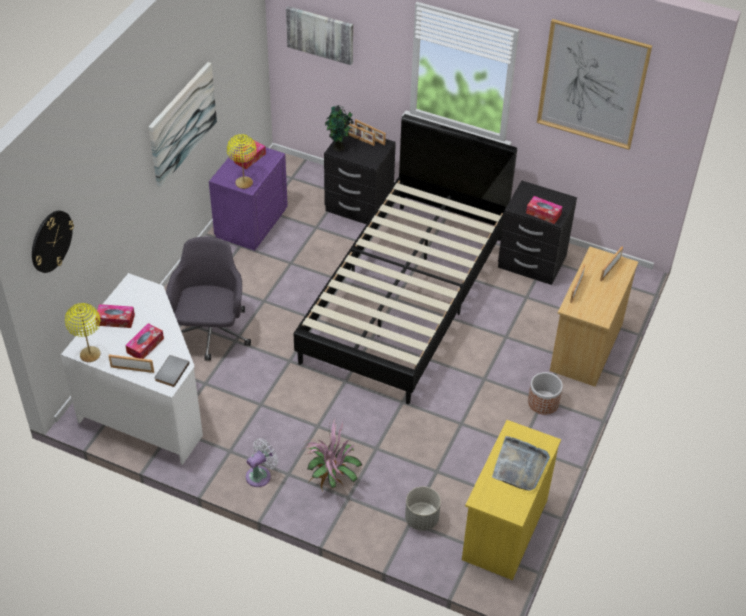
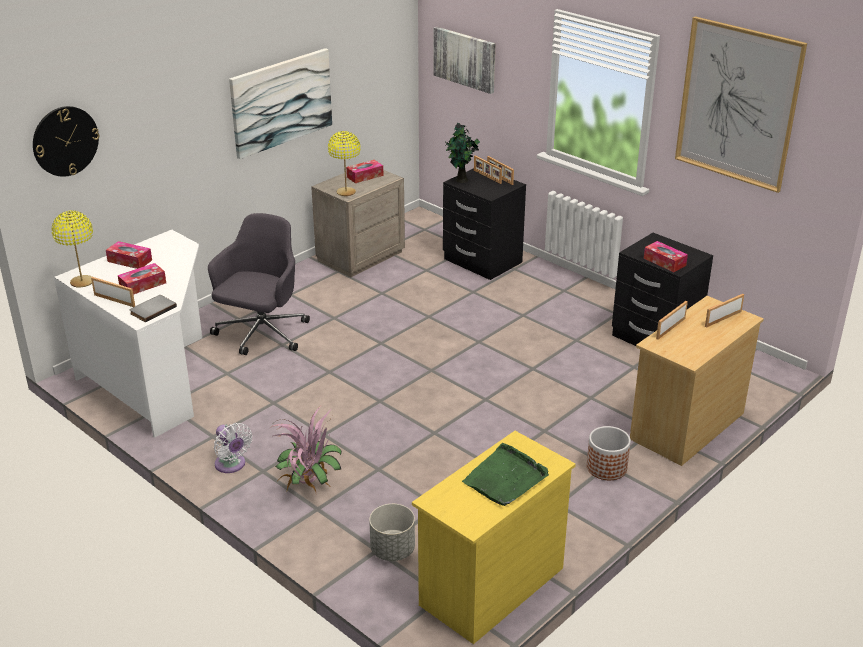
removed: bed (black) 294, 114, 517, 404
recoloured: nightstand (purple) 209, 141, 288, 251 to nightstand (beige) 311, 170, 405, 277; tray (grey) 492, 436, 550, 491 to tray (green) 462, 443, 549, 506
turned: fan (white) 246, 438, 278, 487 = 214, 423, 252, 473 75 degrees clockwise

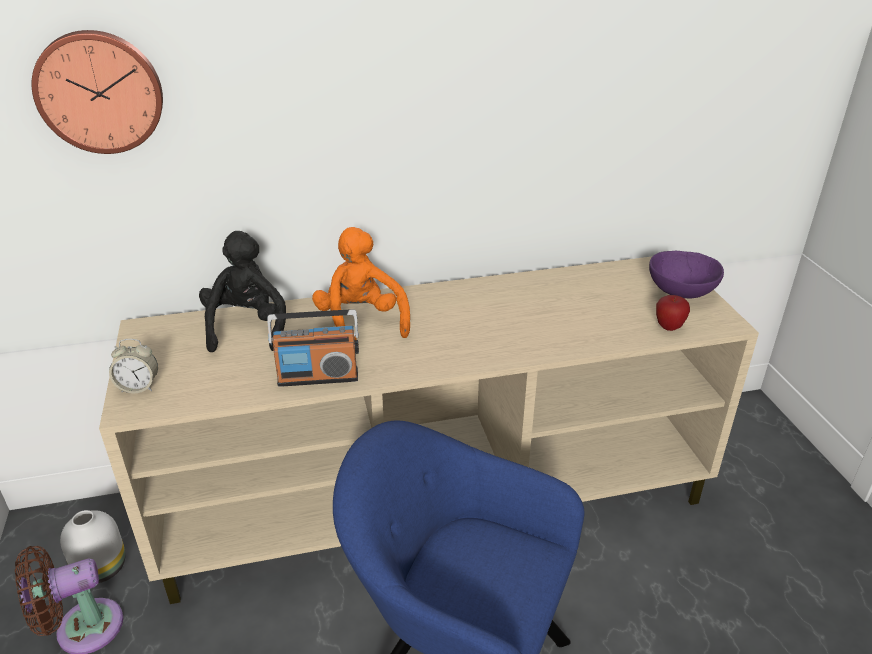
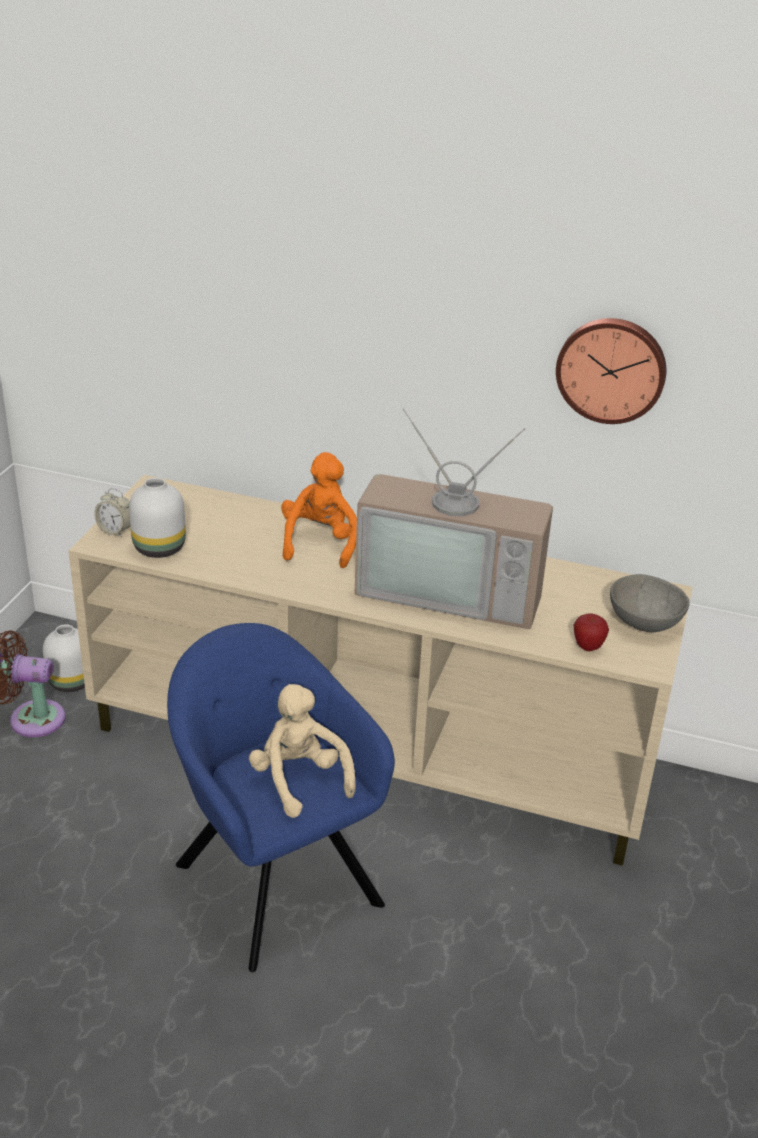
removed: plush toy (black) 199, 231, 286, 352; radio 267, 309, 359, 387
added: vase (white) 129, 478, 186, 558; plush toy (beige) 249, 684, 356, 818; television 354, 408, 553, 629
moved: wall clock 31, 30, 163, 154 to 556, 318, 666, 424
recoloured: bowl (purple) 649, 251, 724, 298 to bowl (grey) 610, 574, 690, 632

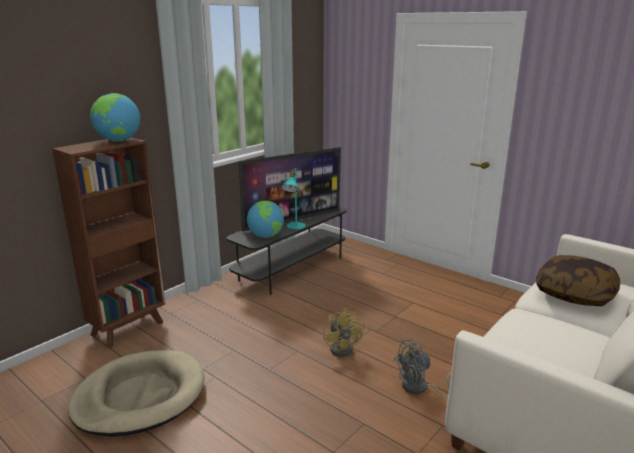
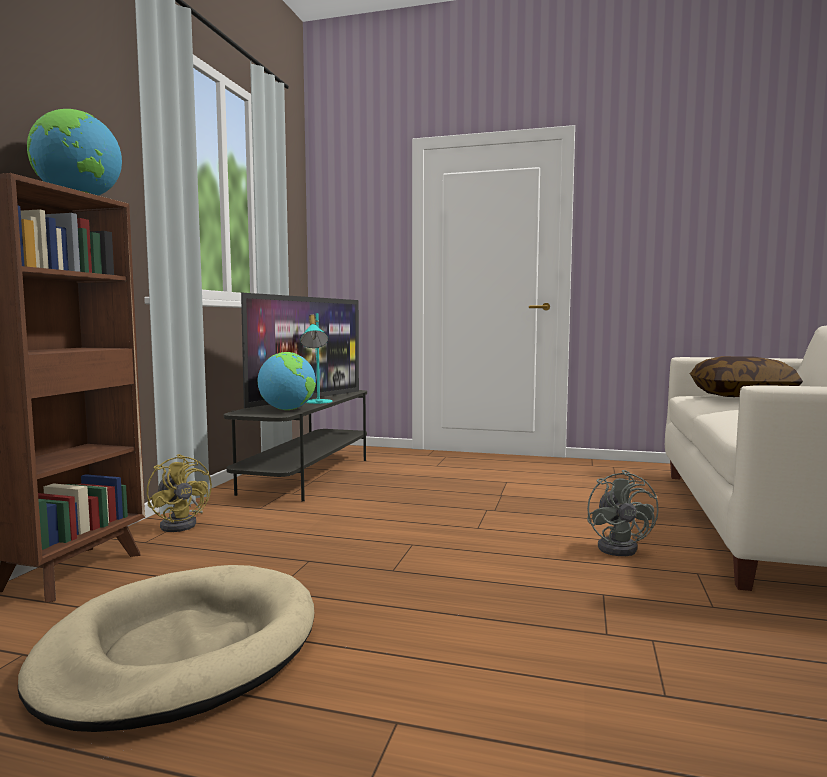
moved: fan (yellow) 324, 308, 364, 357 to 147, 454, 212, 532
turned: fan (grey) 393, 339, 451, 398 = 587, 470, 659, 556 45 degrees counterclockwise

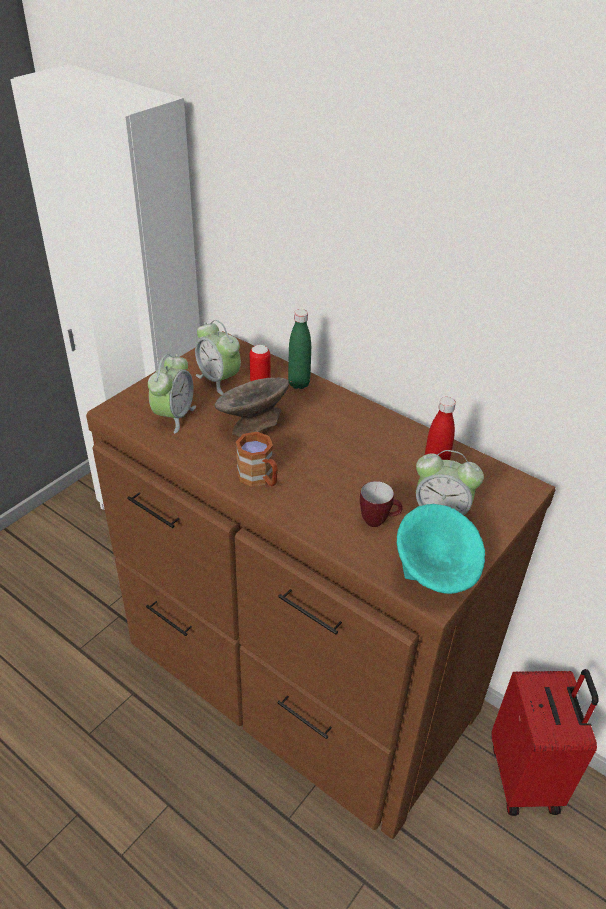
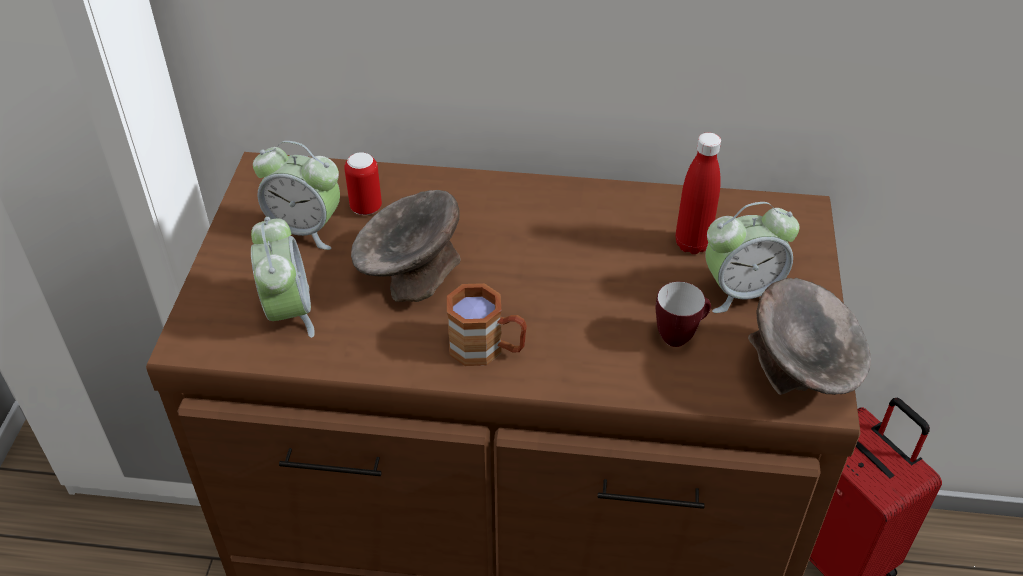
removed: bottle (green) 288, 309, 311, 389
recoloured: bowl (turquoise) 397, 504, 485, 594 to bowl (grey) 748, 278, 871, 395

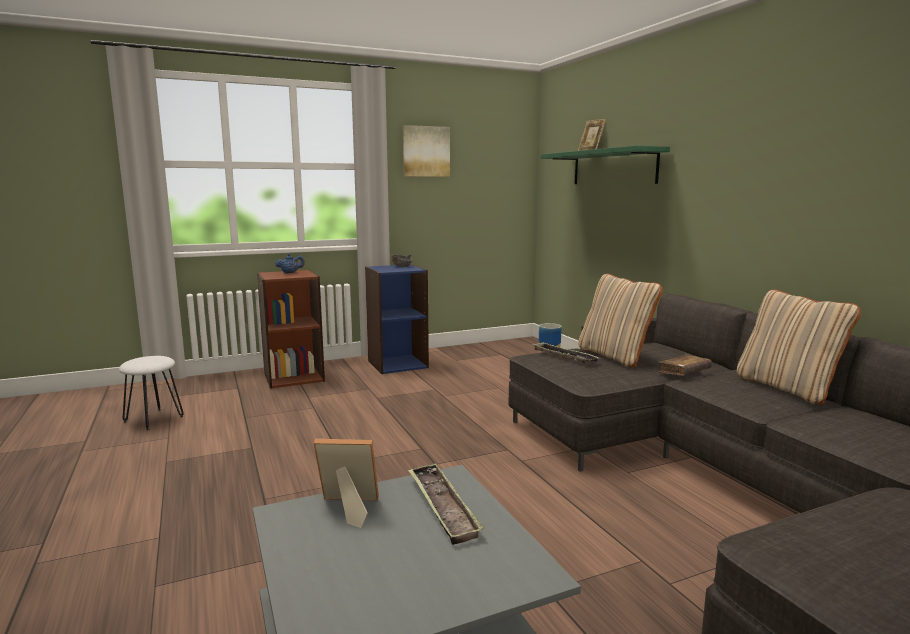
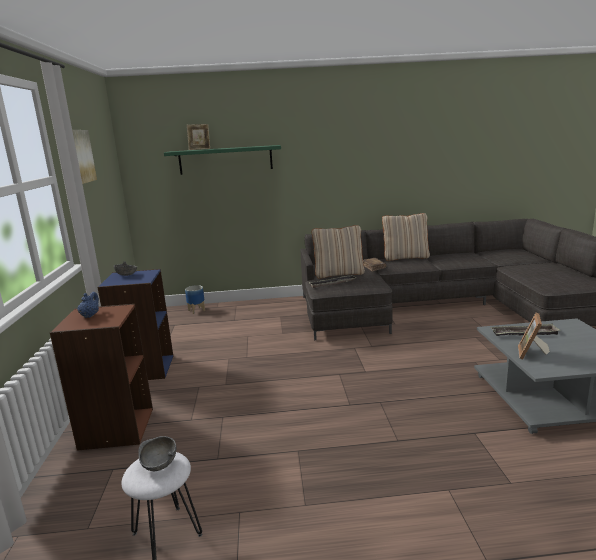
added: bowl (grey) 138, 436, 176, 471

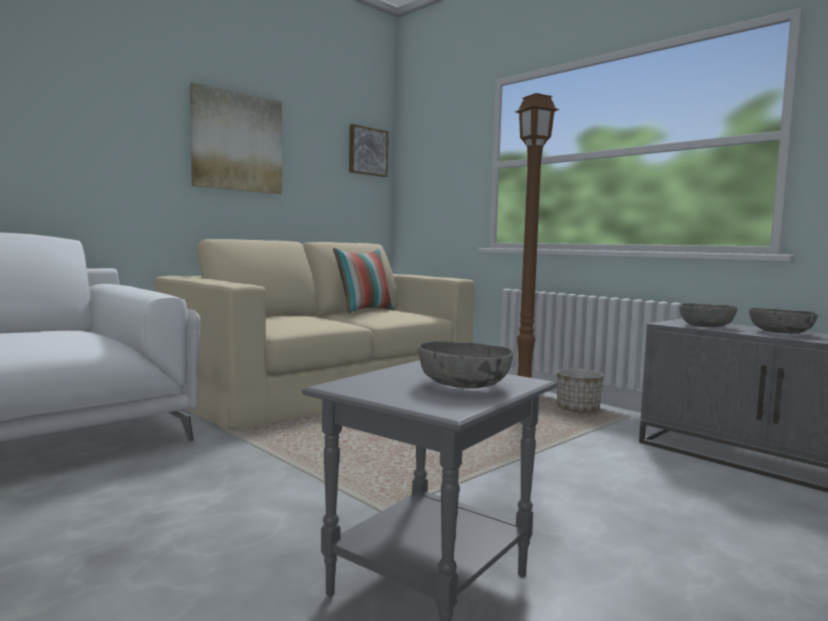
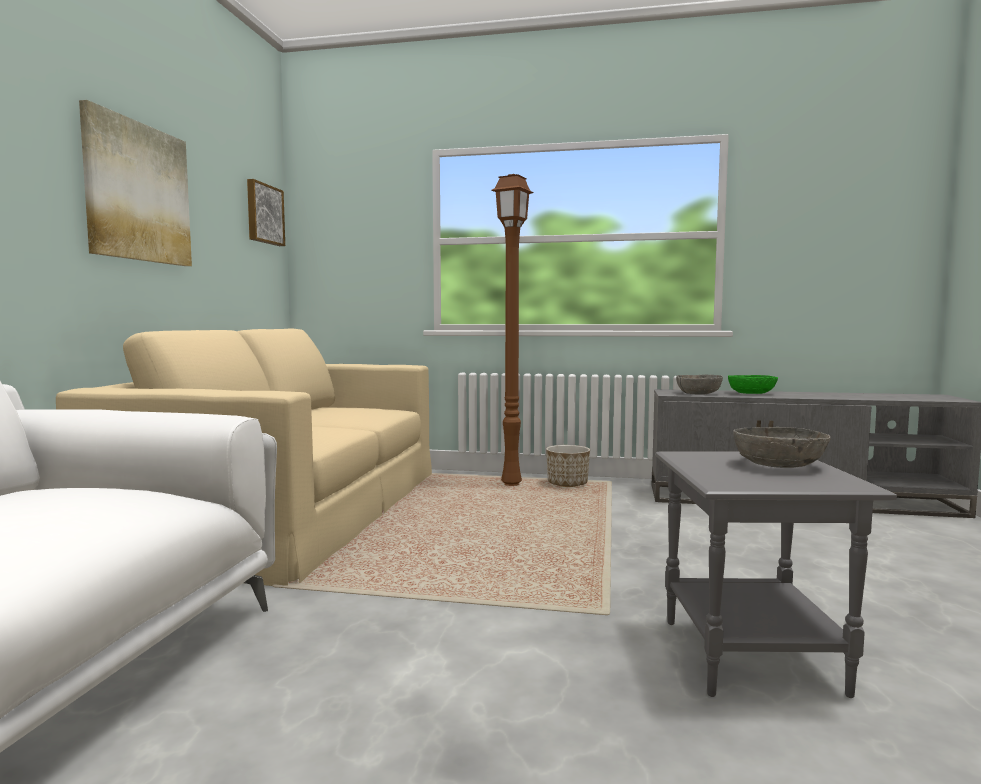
removed: pillow 333, 248, 394, 313
recoloured: bowl (grey) 749, 308, 818, 334 to bowl (green) 728, 375, 778, 394

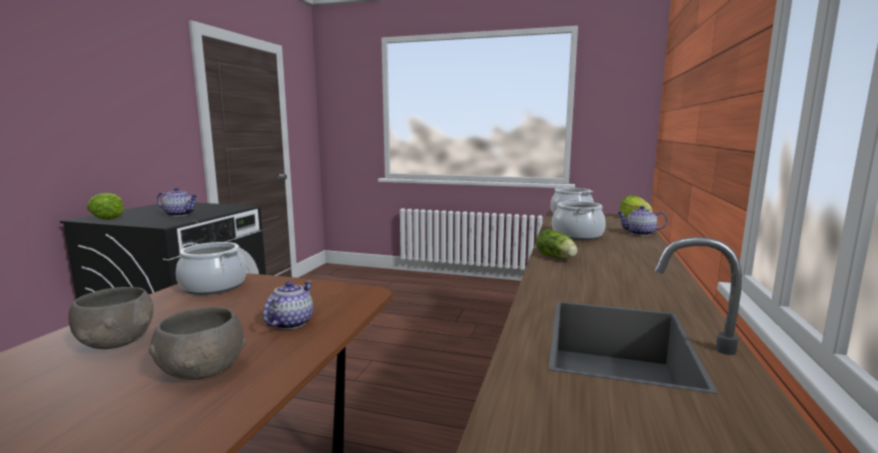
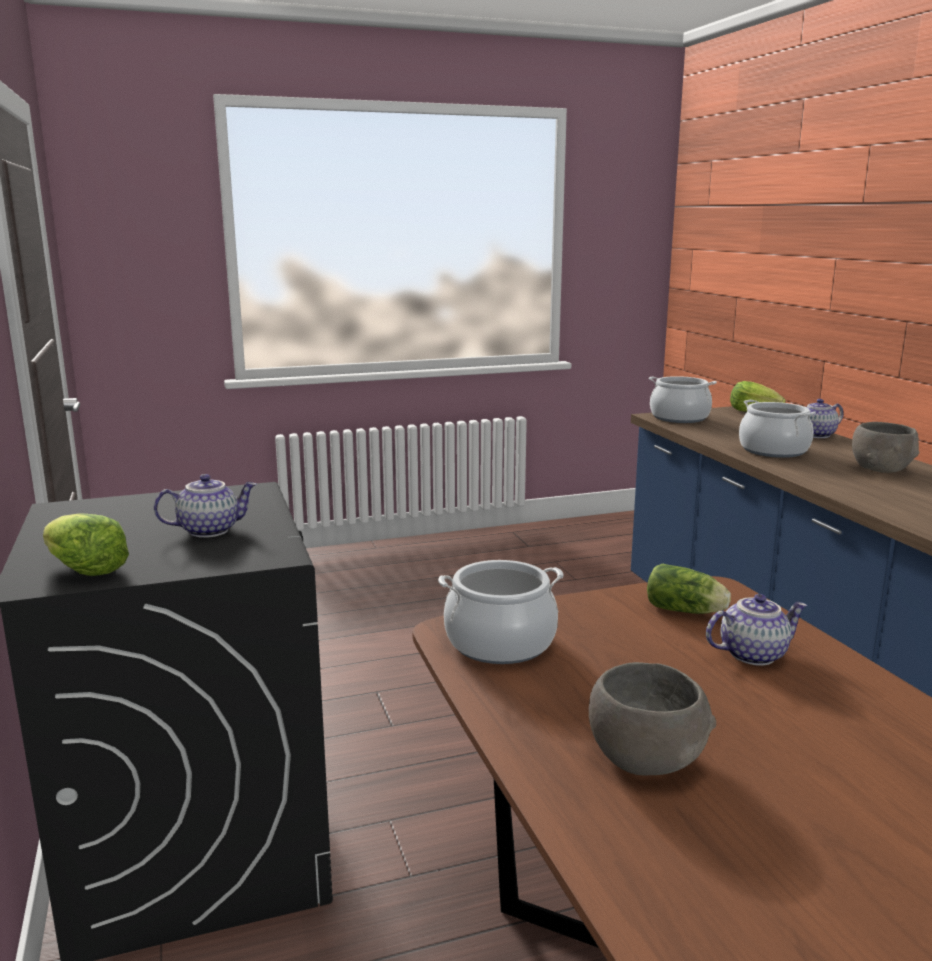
moved: bowl (grey) 149, 307, 246, 380 to 852, 422, 919, 473; lettuce 536, 229, 577, 259 to 647, 564, 731, 614
turned: teapot 263, 281, 313, 329 = 706, 594, 808, 666 90 degrees clockwise

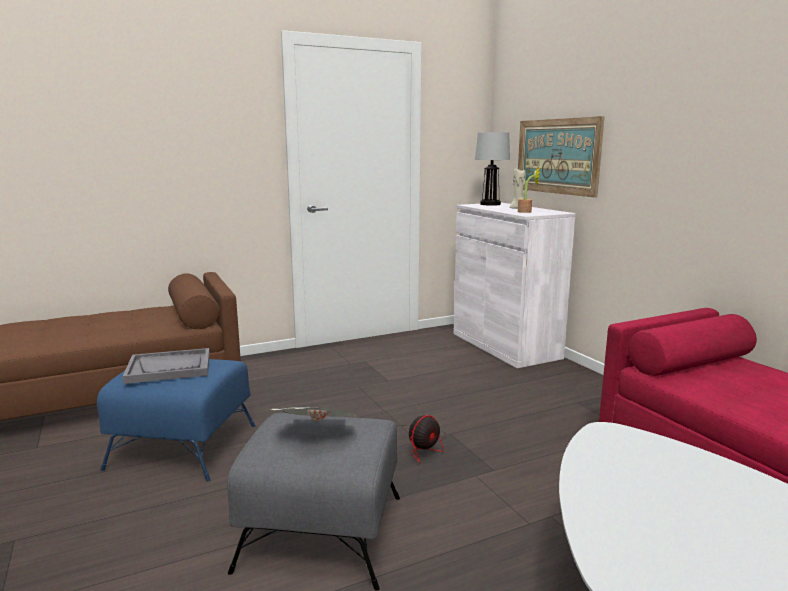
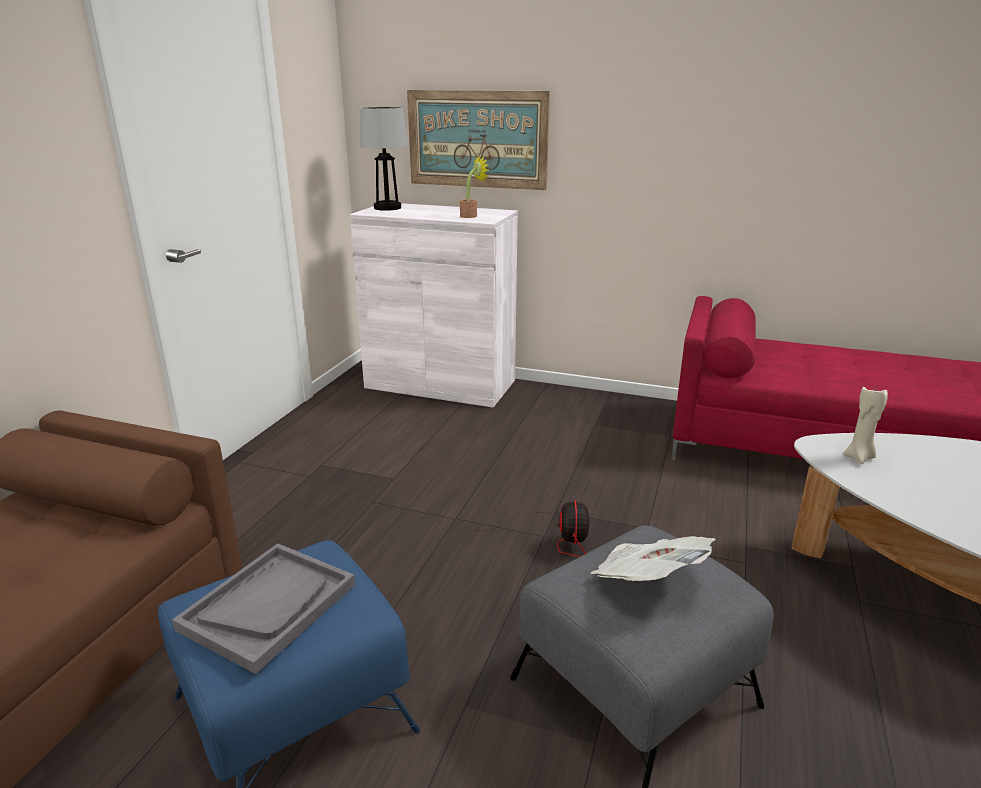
moved: candle (beige) 510, 169, 526, 209 to 844, 385, 888, 464

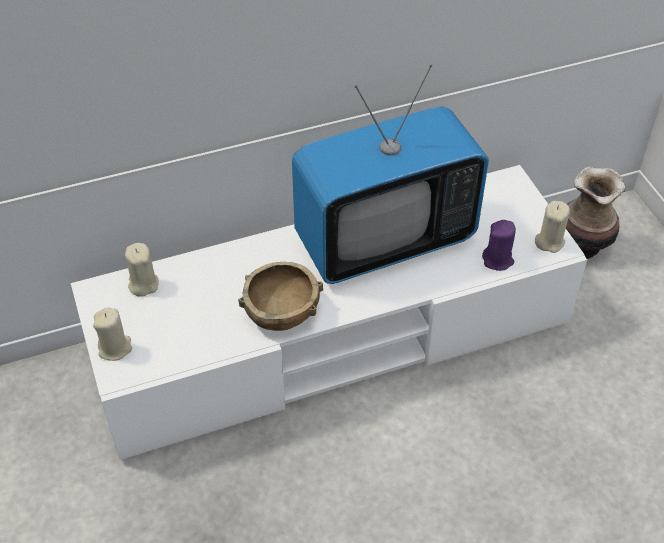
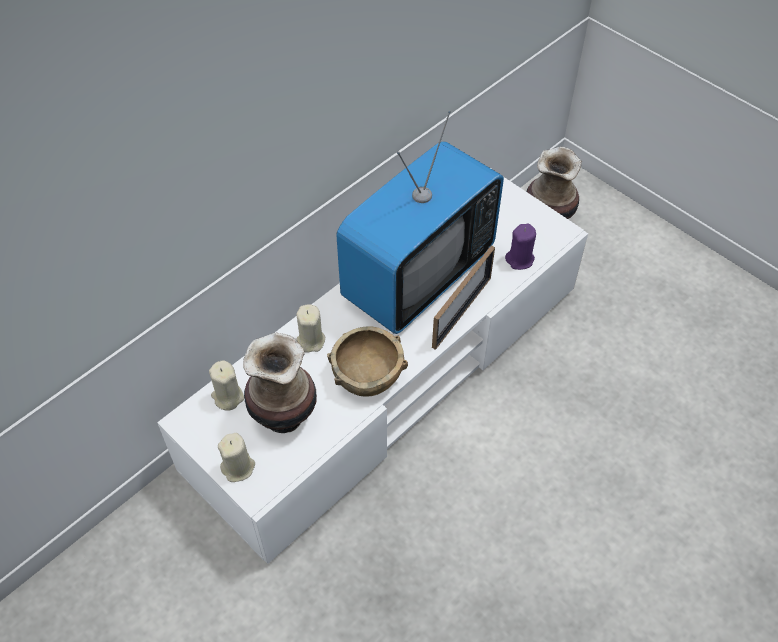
added: vase 243, 333, 317, 433; picture frame 432, 245, 495, 350
moved: candle (beige) 535, 201, 570, 253 to 296, 304, 325, 353

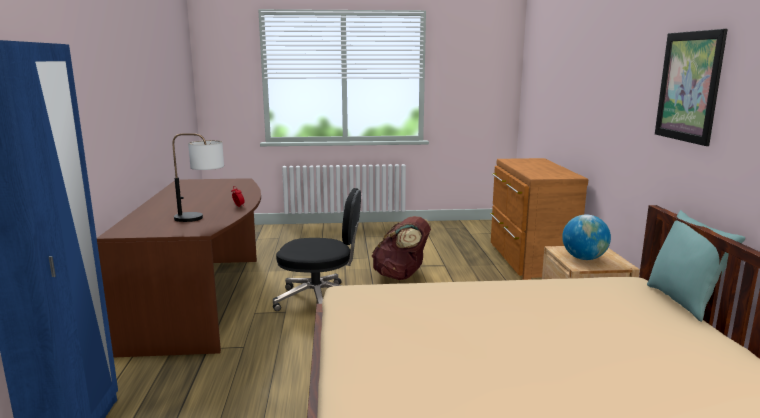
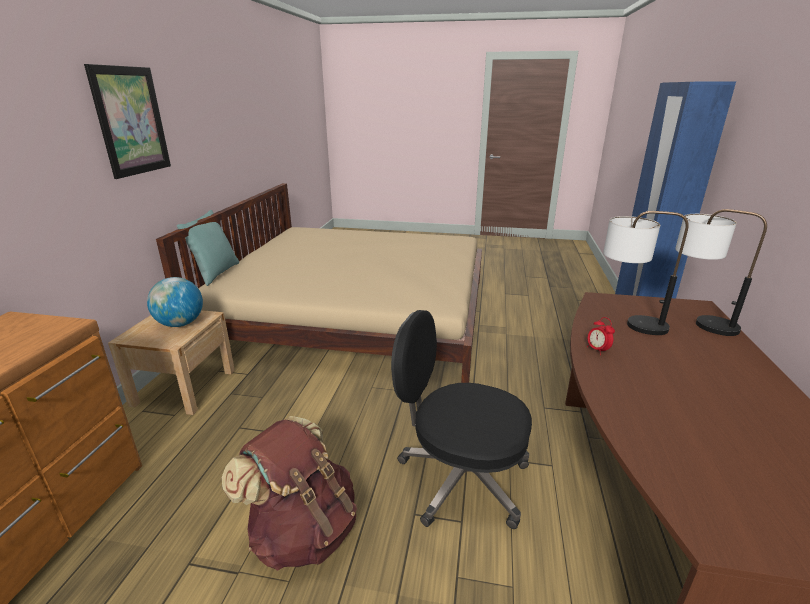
added: table lamp 675, 209, 767, 336

